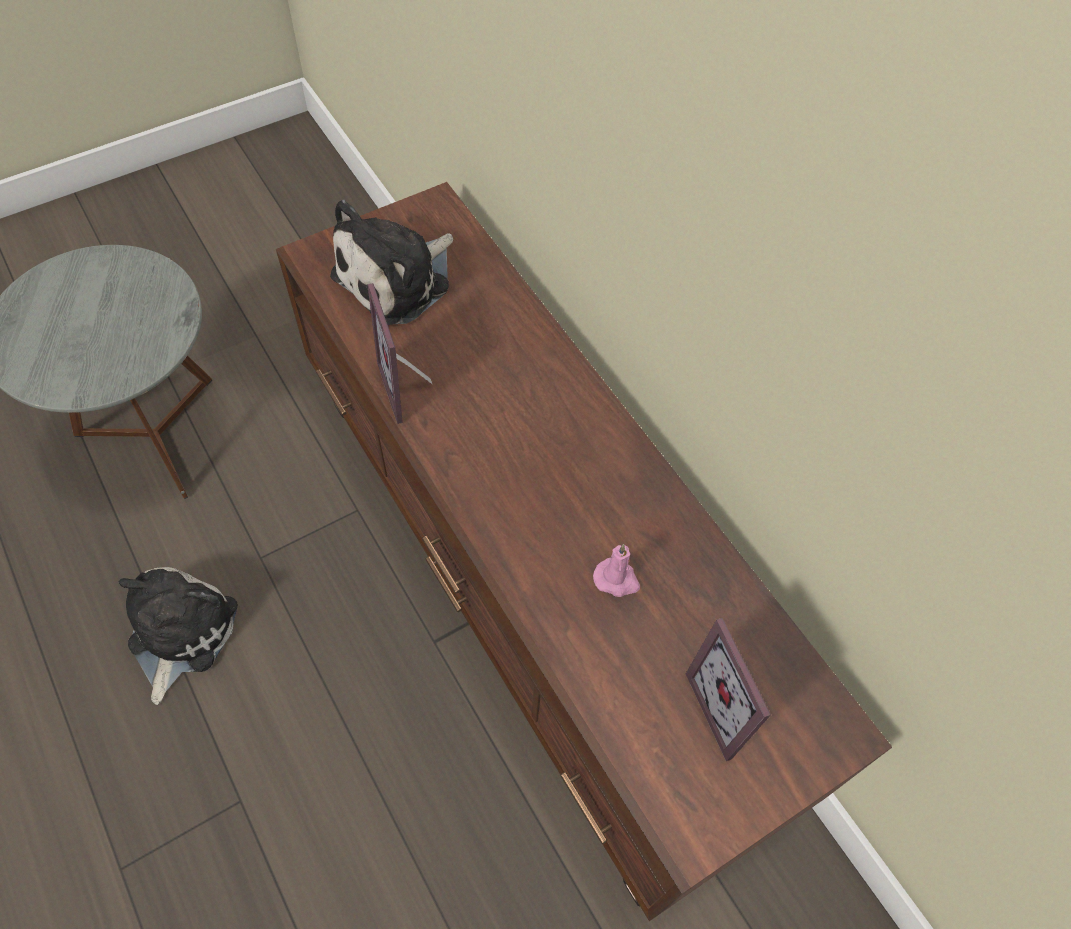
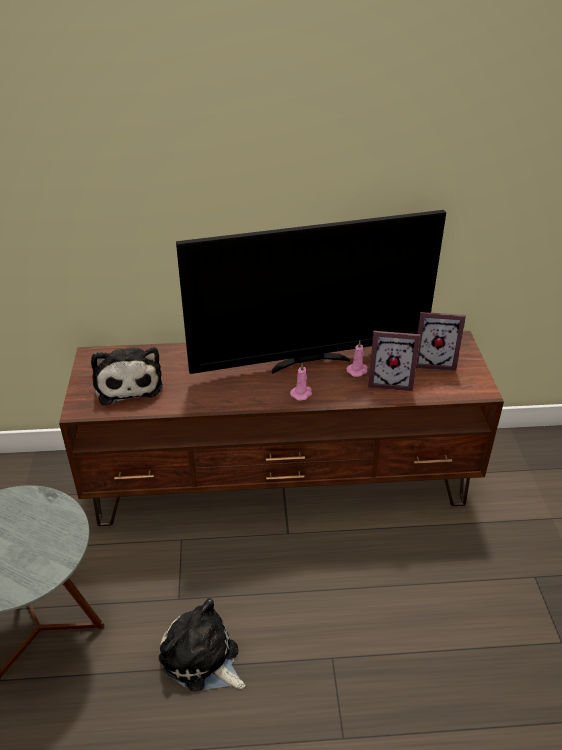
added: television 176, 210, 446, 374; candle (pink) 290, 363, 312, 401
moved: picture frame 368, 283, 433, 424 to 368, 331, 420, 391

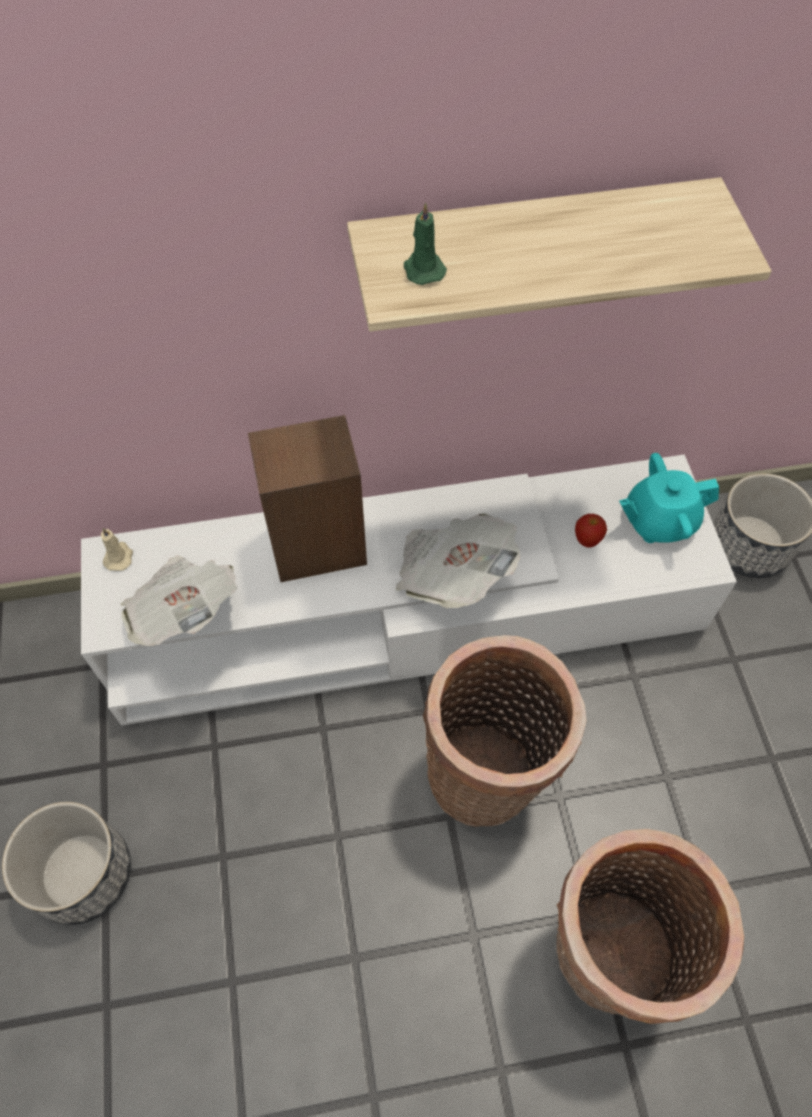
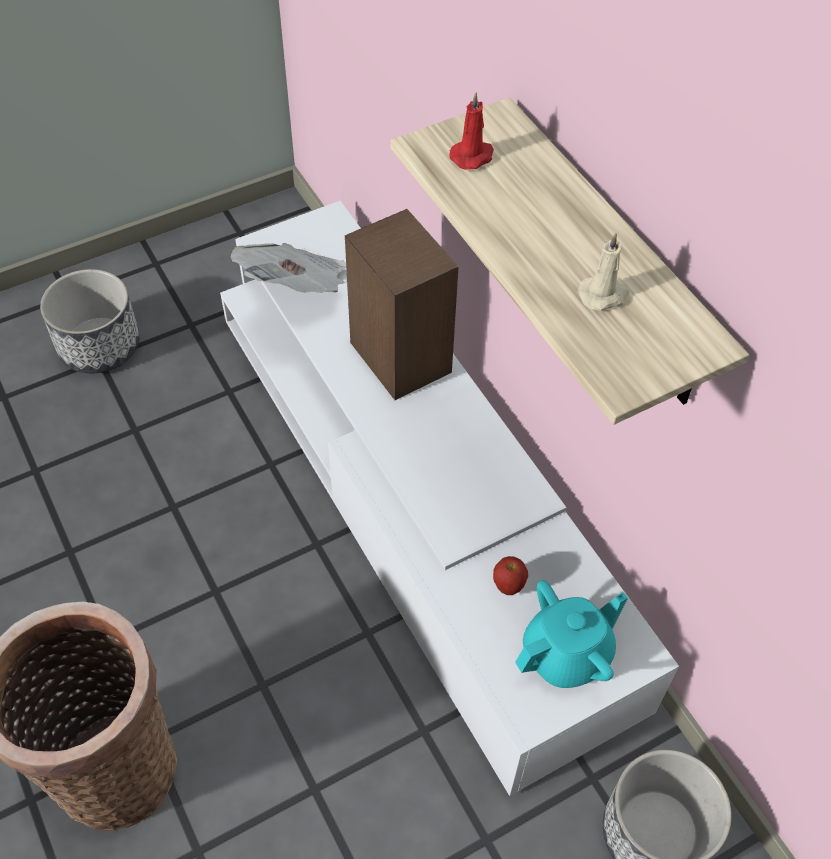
removed: newspaper 396, 513, 520, 608; basket 423, 635, 586, 827
moved: candle (beige) 101, 528, 133, 571 to 577, 233, 630, 311
recoloured: candle (green) 404, 202, 447, 285 to candle (red) 449, 92, 494, 170
turned: teapot (turquoise) 619, 453, 719, 543 = 515, 580, 628, 688 90 degrees clockwise

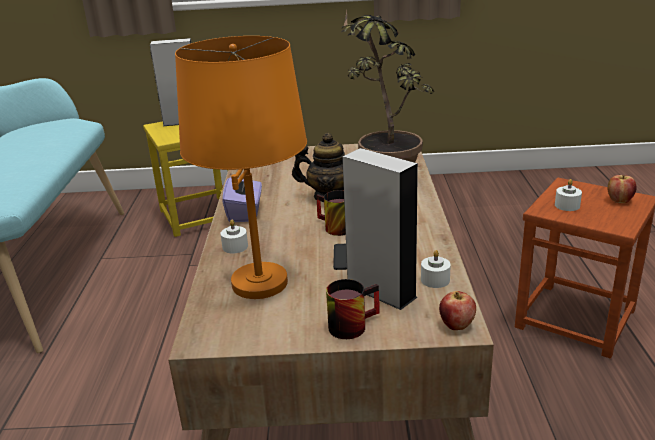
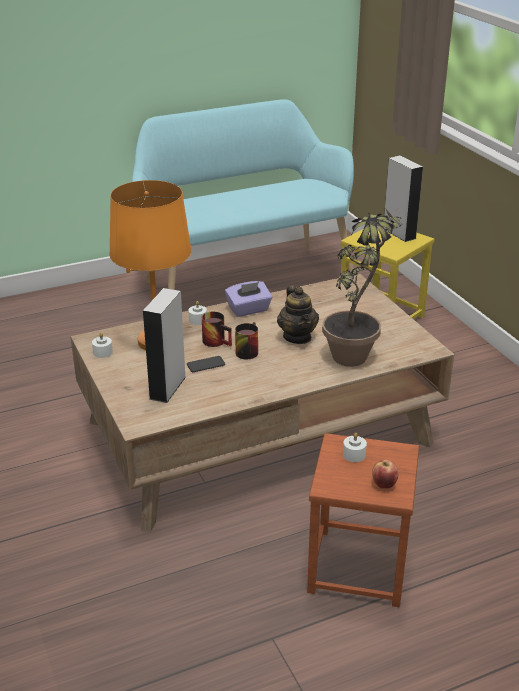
removed: apple 439, 291, 476, 330
moved: mug 326, 279, 380, 339 to 202, 311, 232, 347; candle (white) 421, 250, 451, 288 to 92, 332, 113, 358

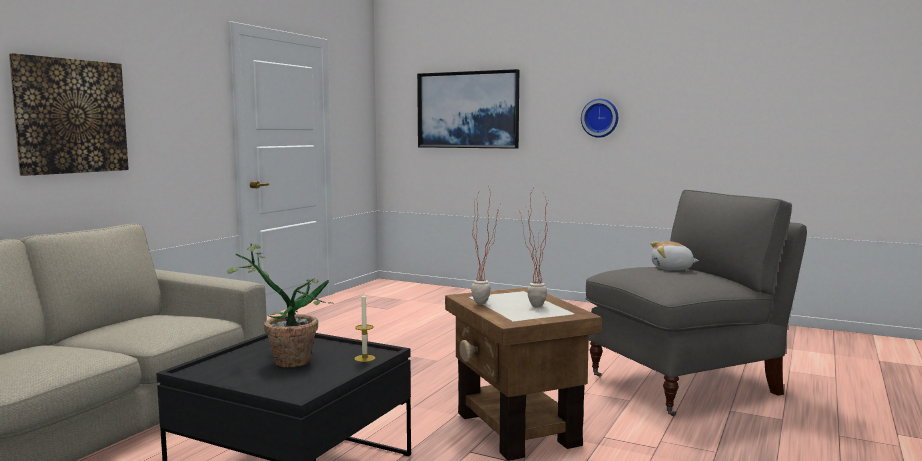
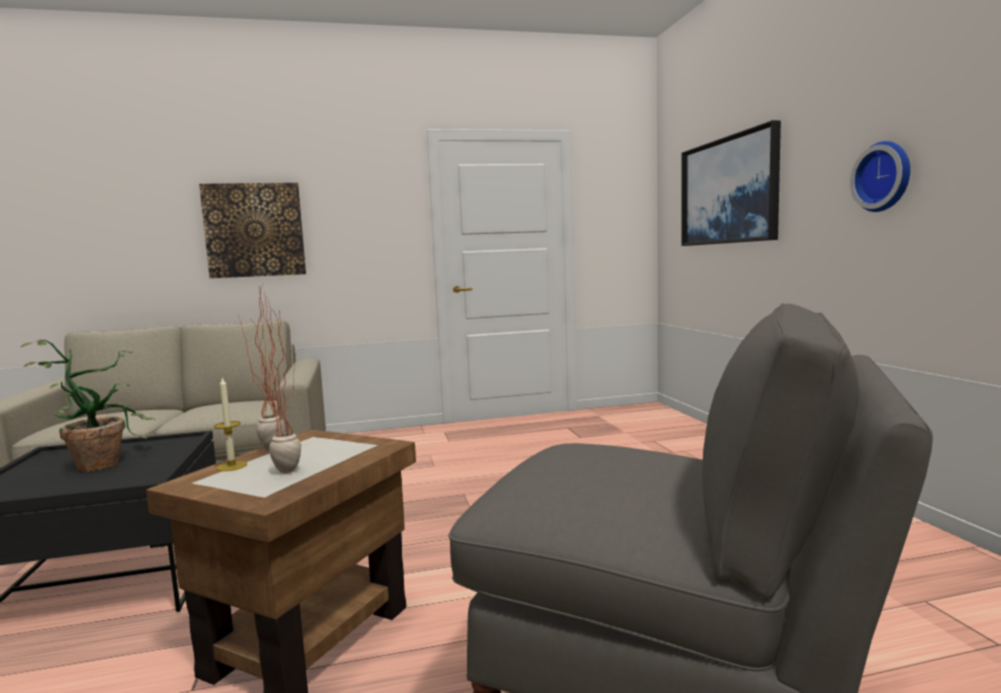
removed: plush toy 650, 241, 699, 270
moved: candle 354, 291, 375, 362 to 214, 377, 247, 471

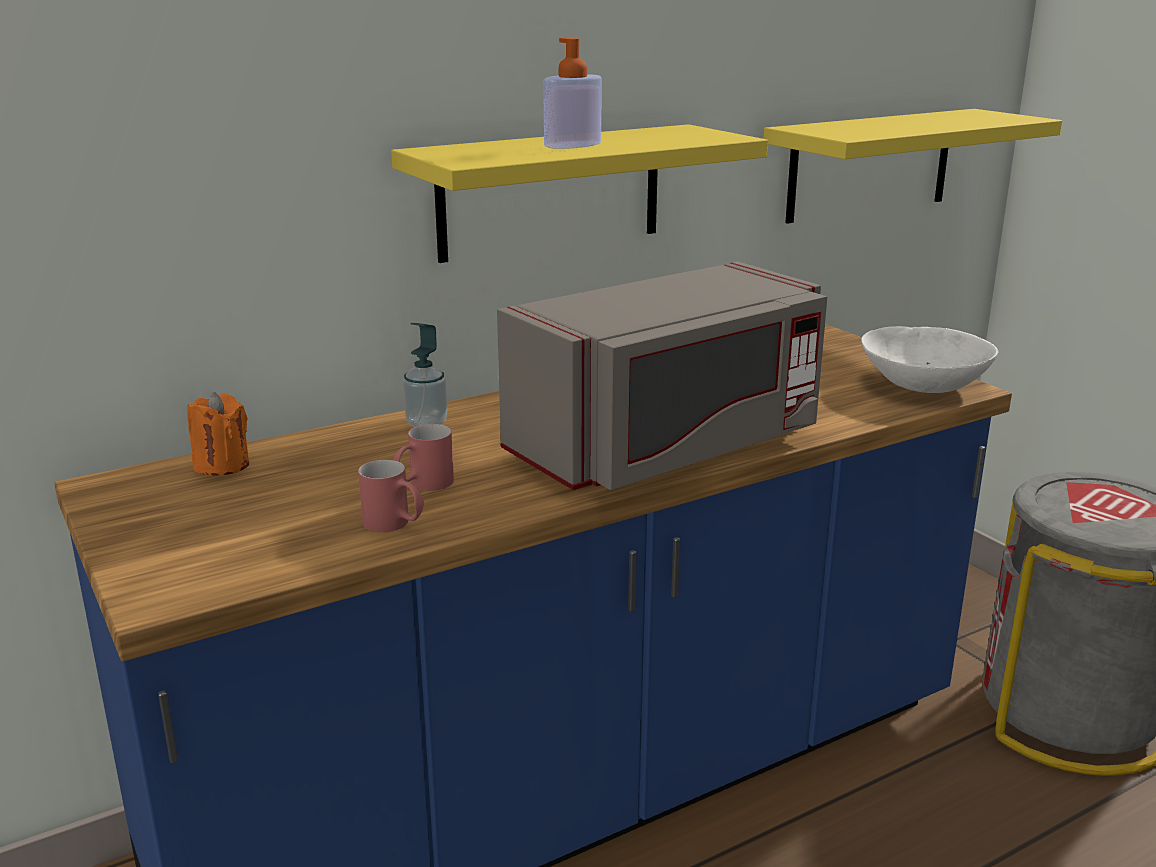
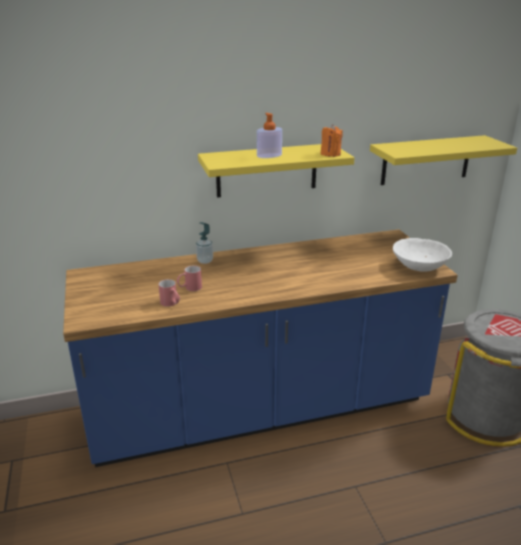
removed: microwave (grey) 497, 261, 827, 490
moved: candle (orange) 187, 392, 249, 476 to 321, 124, 343, 157

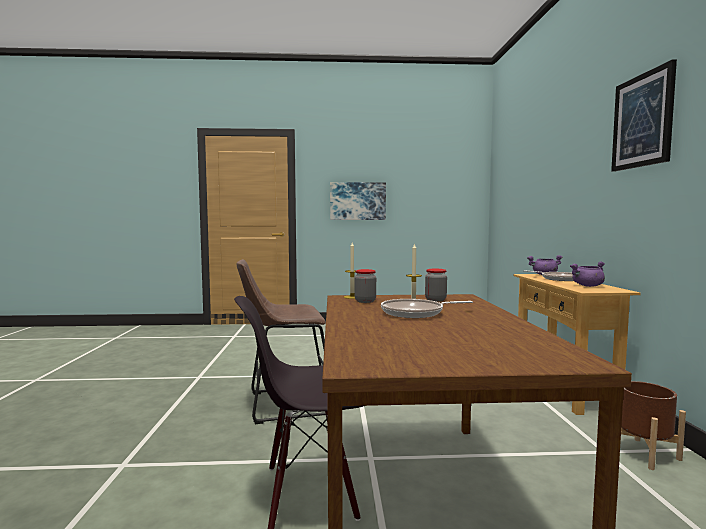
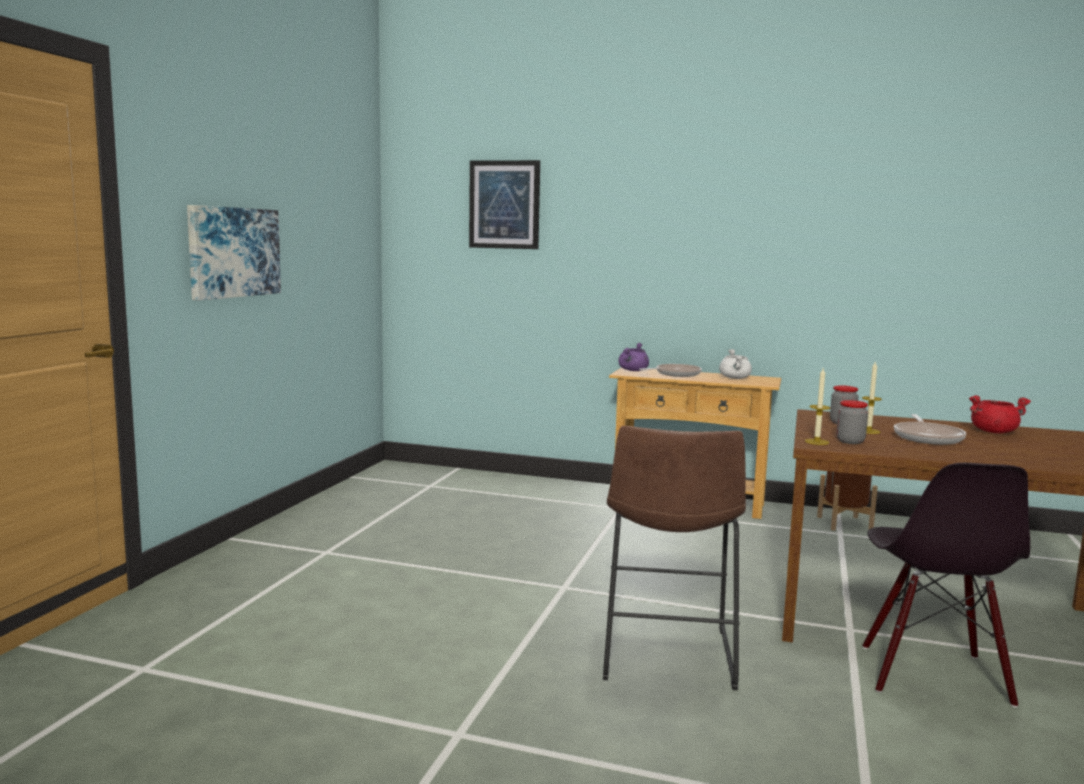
added: cooking pot (red) 969, 395, 1031, 433
moved: picture 611, 60, 677, 171 to 469, 160, 540, 249
recoloured: cooking pot (purple) 570, 261, 605, 287 to cooking pot (white) 719, 349, 752, 379

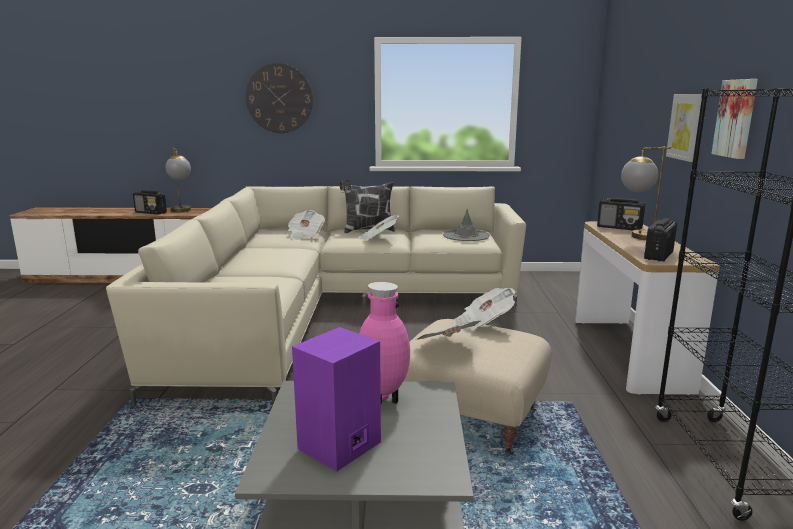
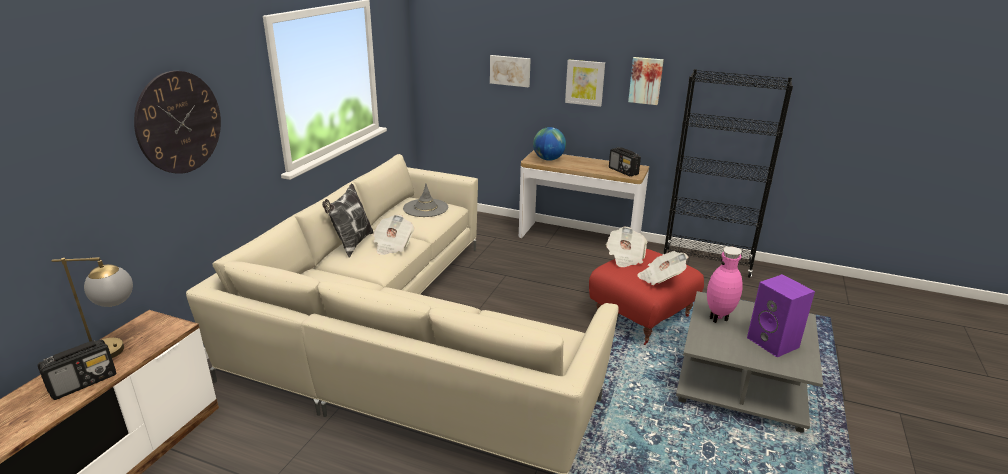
removed: newspaper 288, 210, 325, 240; table lamp 621, 146, 671, 240
added: picture 490, 55, 531, 87
replaced: radio 597, 198, 645, 230 to globe 533, 127, 566, 161
recoloured: ottoman (beige) 403, 319, 552, 454 to ottoman (red) 589, 249, 704, 345

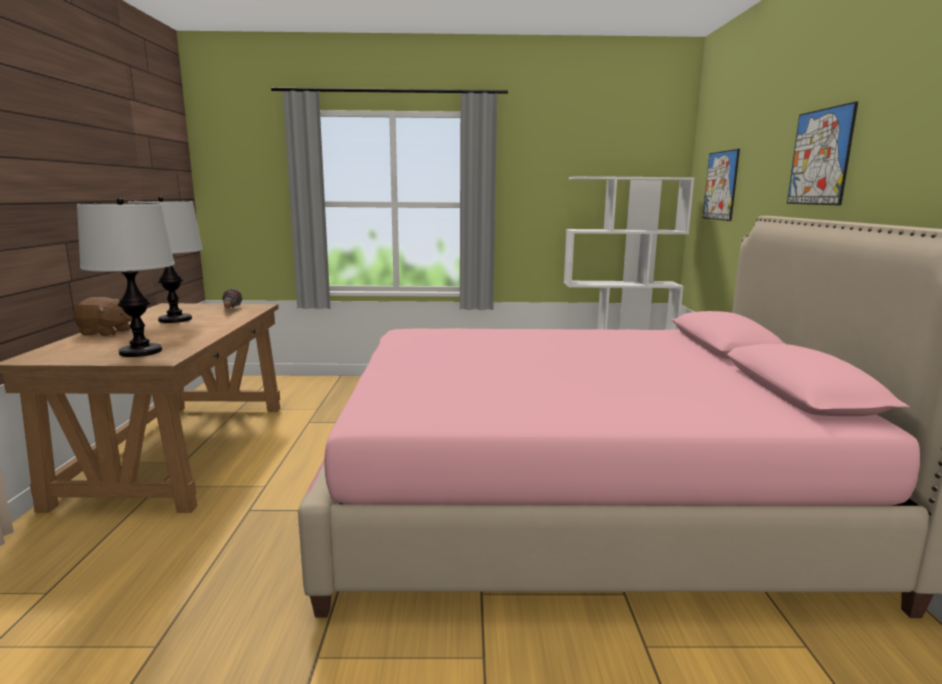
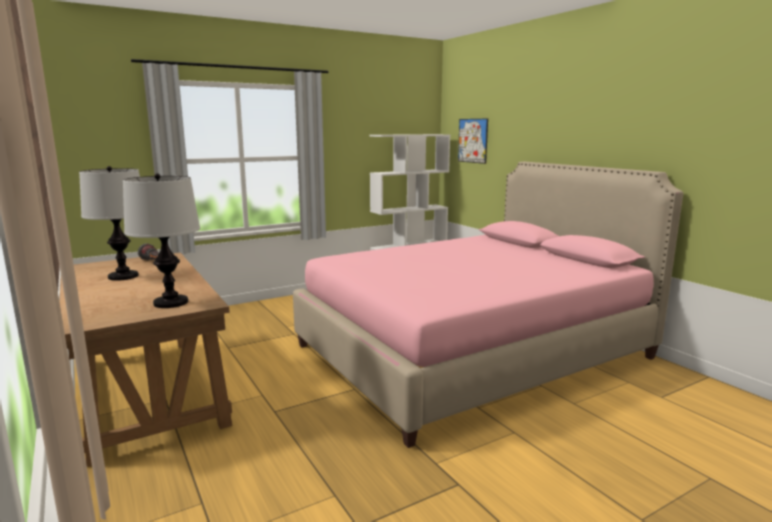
removed: plush toy (brown) 73, 297, 132, 337; picture 787, 101, 858, 205

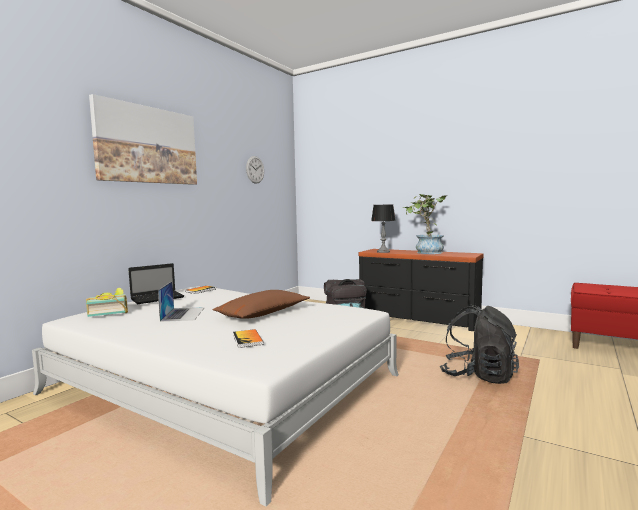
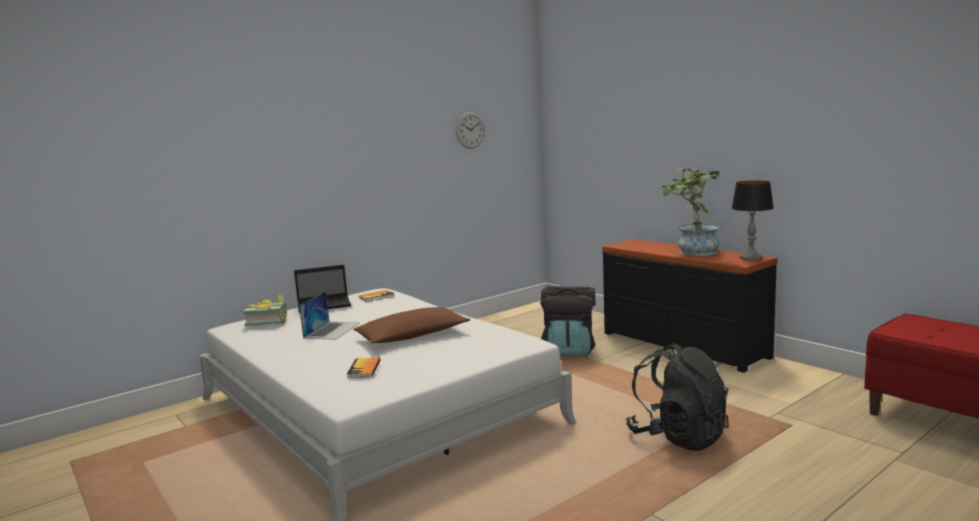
removed: picture 89, 94, 197, 185
moved: table lamp 371, 204, 396, 253 to 731, 181, 774, 260

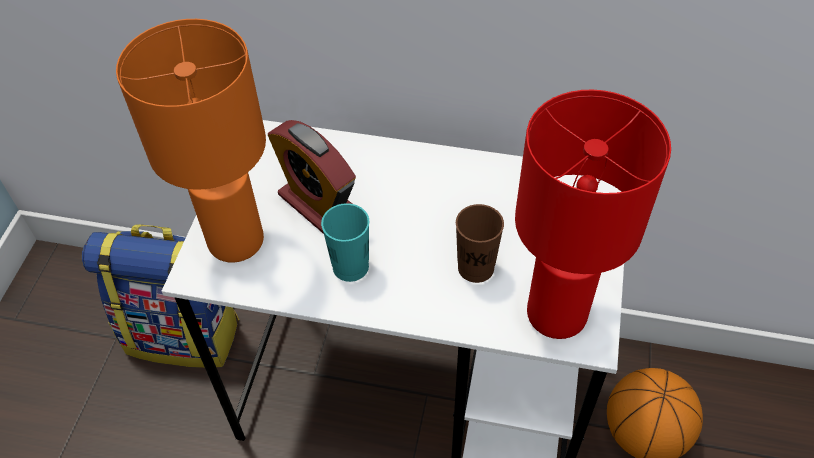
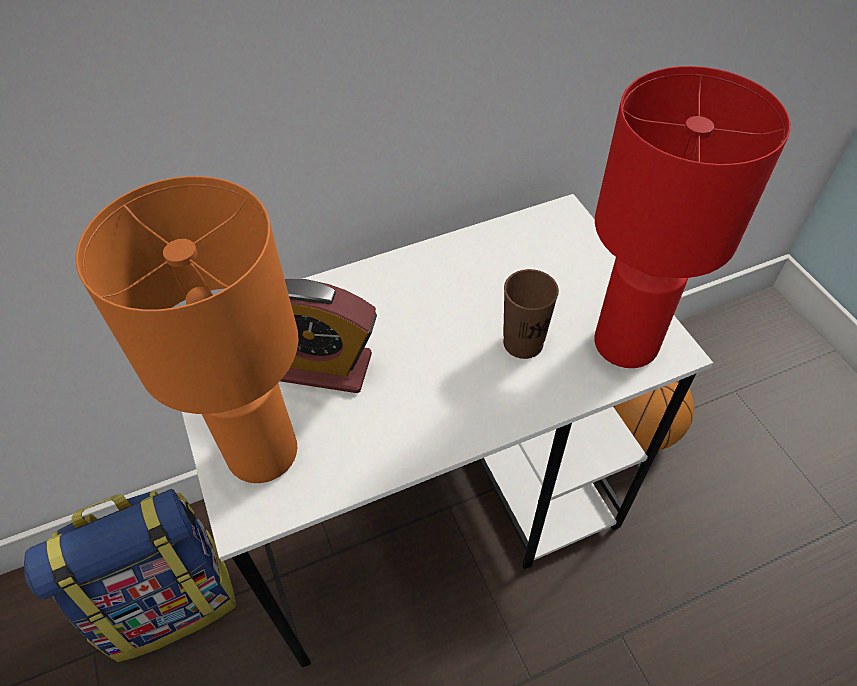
removed: cup (turquoise) 321, 203, 369, 282

